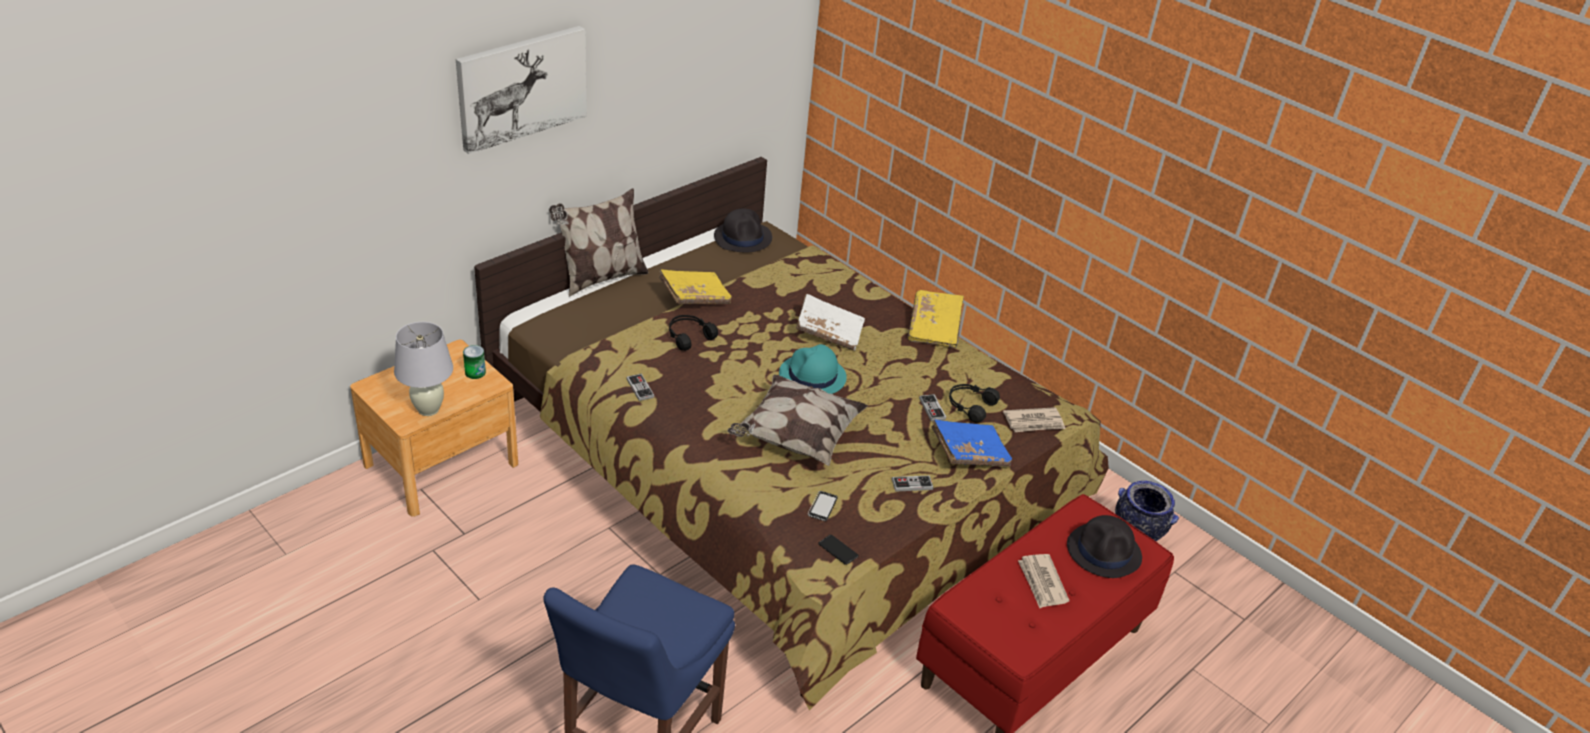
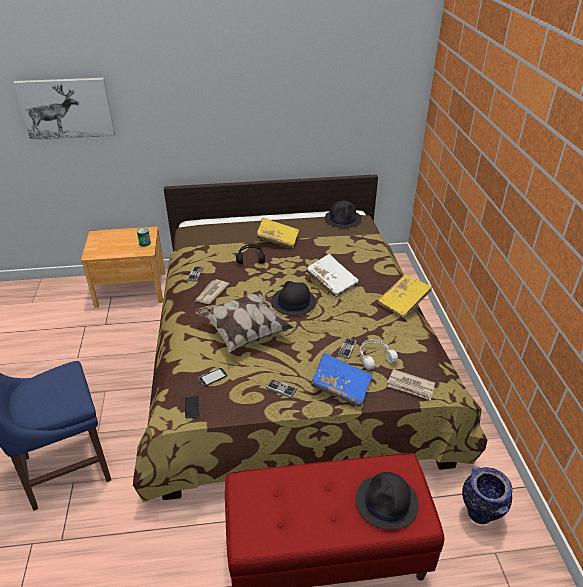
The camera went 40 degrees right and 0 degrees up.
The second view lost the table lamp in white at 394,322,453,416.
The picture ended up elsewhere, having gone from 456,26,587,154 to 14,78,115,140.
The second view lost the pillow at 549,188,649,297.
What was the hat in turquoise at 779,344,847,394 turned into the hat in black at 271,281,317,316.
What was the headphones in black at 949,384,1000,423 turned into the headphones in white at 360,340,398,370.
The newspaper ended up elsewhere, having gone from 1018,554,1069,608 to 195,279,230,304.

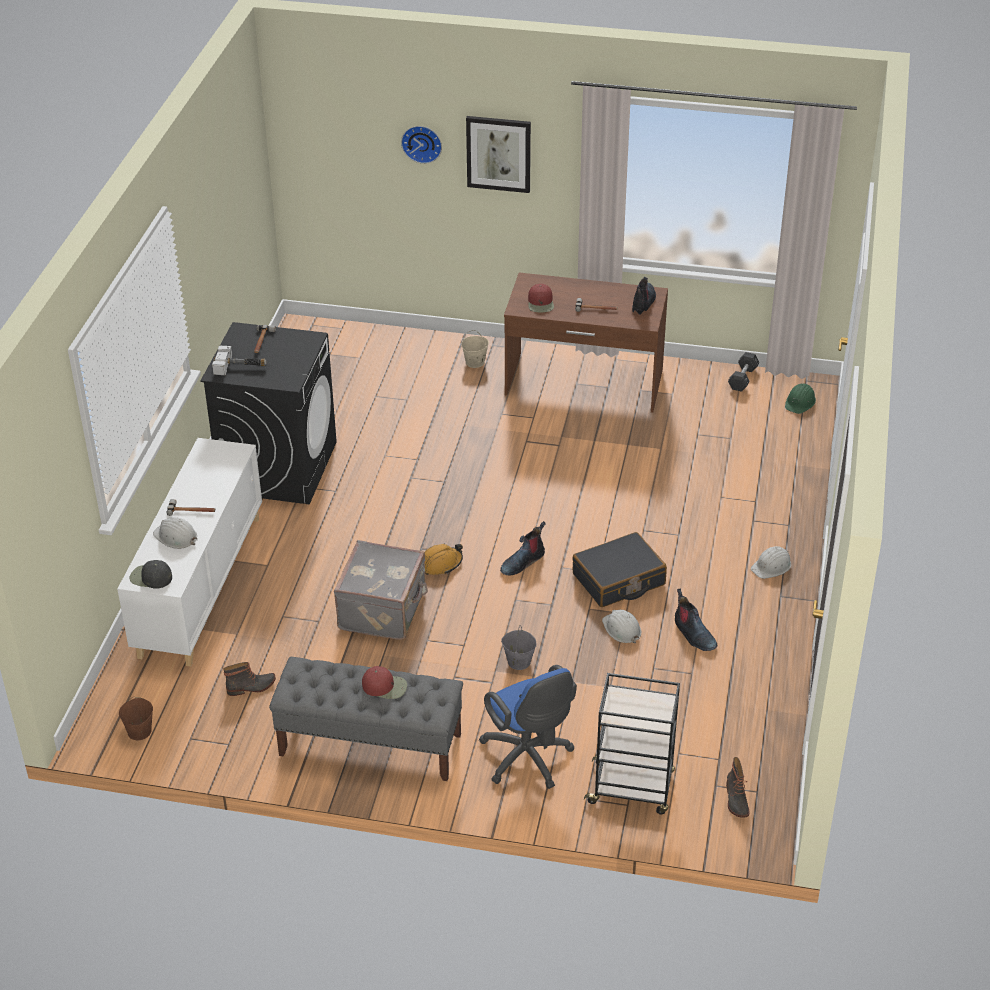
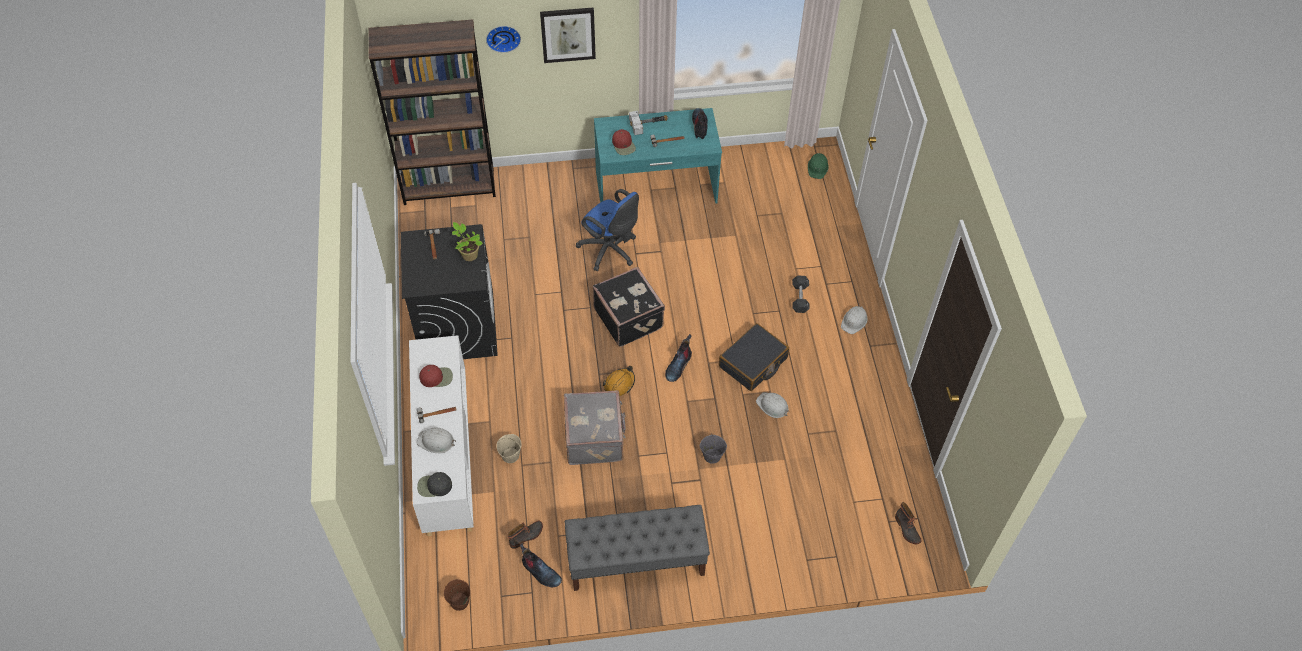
The camera went 20 degrees left and 15 degrees up.
The hammer ended up elsewhere, having gone from 212,346,267,375 to 629,111,668,135.
The cap in red ended up elsewhere, having gone from 362,666,407,699 to 419,365,453,387.
The bucket in beige ended up elsewhere, having gone from 461,330,489,368 to 497,434,522,463.
The office chair in blue ended up elsewhere, having gone from 479,665,577,789 to 576,189,639,271.
What was the desk in brown at 504,273,668,413 turned into the desk in turquoise at 594,108,722,204.
The second view lost the cart in black at 584,673,680,814.
The boot ended up elsewhere, having gone from 675,588,717,651 to 519,544,562,587.
The dumbbell in black ended up elsewhere, having gone from 728,352,759,392 to 792,275,809,313.
The second view gained the bookcase in brown at 368,19,496,205.
The second view gained the potted plant at 452,222,483,261.
The second view gained the suitcase in black at 593,267,665,347.

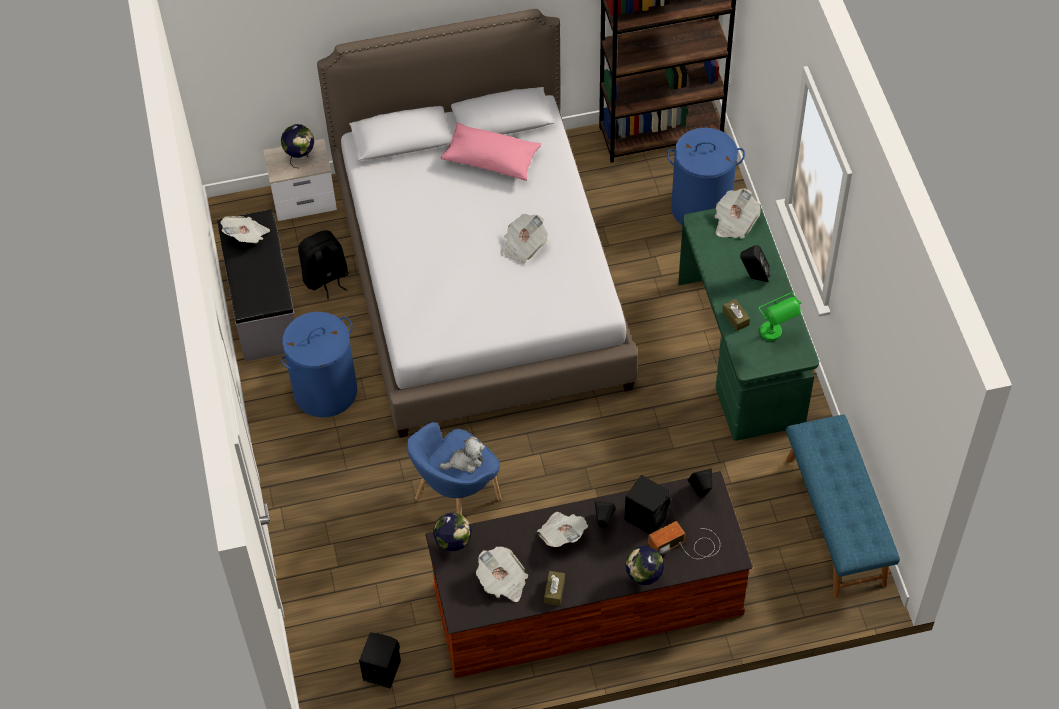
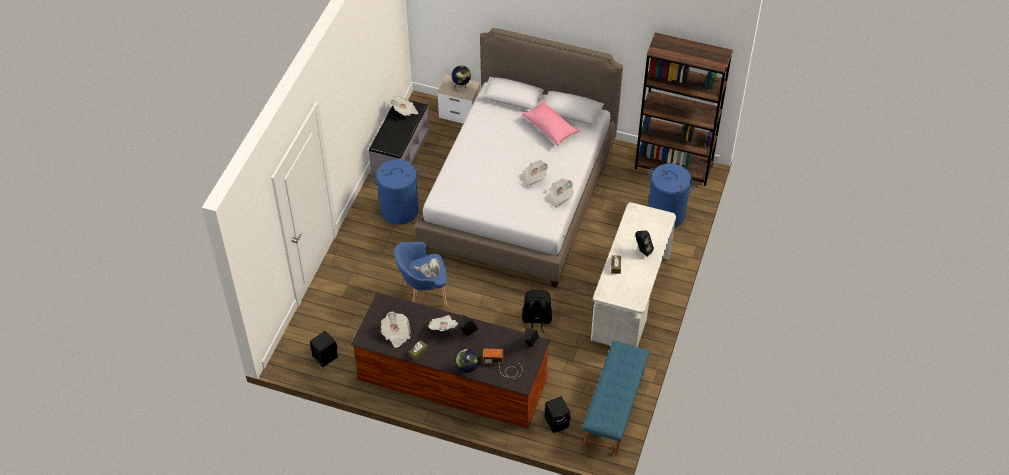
The camera went 30 degrees right and 5 degrees down.
The backpack in black ended up elsewhere, having gone from 298,230,348,299 to 522,290,552,333.
The second view lost the globe at 433,513,472,561.
The speaker in black ended up elsewhere, having gone from 625,475,671,535 to 545,396,570,433.
What was the desk in green at 678,205,819,441 turned into the desk in white at 591,202,676,347.
The newspaper ended up elsewhere, having gone from 715,189,761,239 to 544,178,574,207.
The second view lost the table lamp in green at 758,293,801,341.

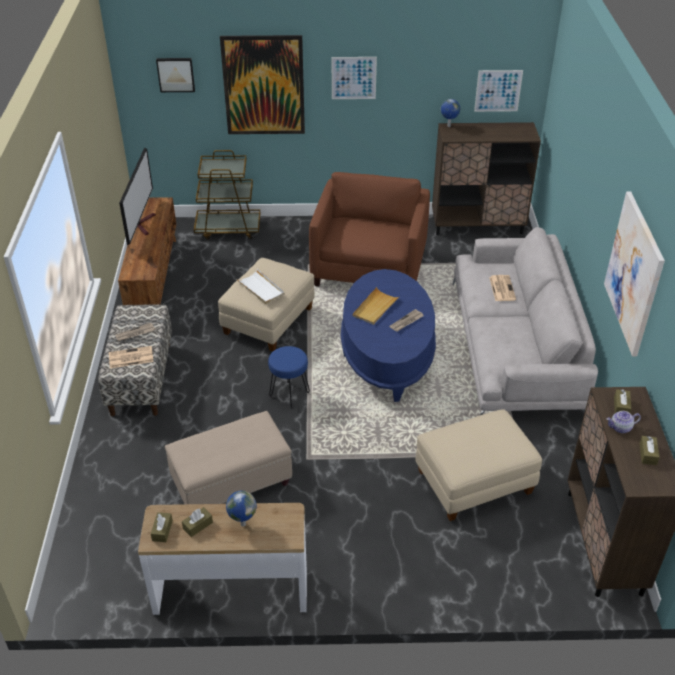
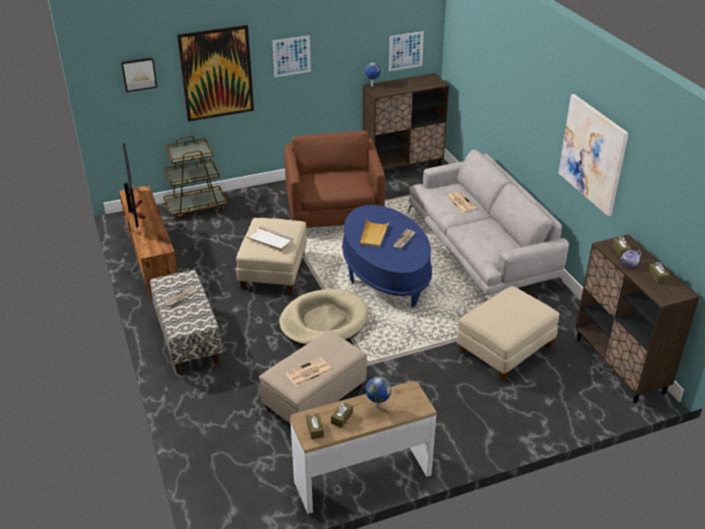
The camera went 20 degrees left and 5 degrees down.
The newspaper ended up elsewhere, having gone from 109,346,154,368 to 285,357,332,387.
Where the stool in blue stood at 268,346,310,409, the dog bed in beige came to stand at 279,289,368,346.

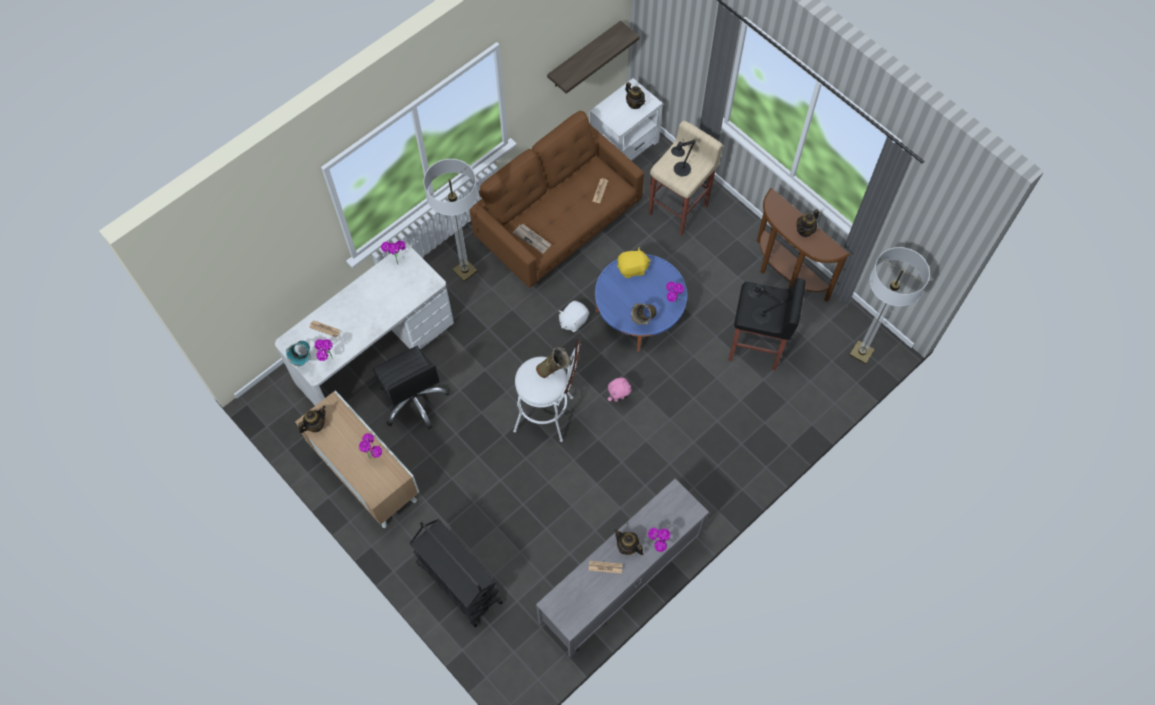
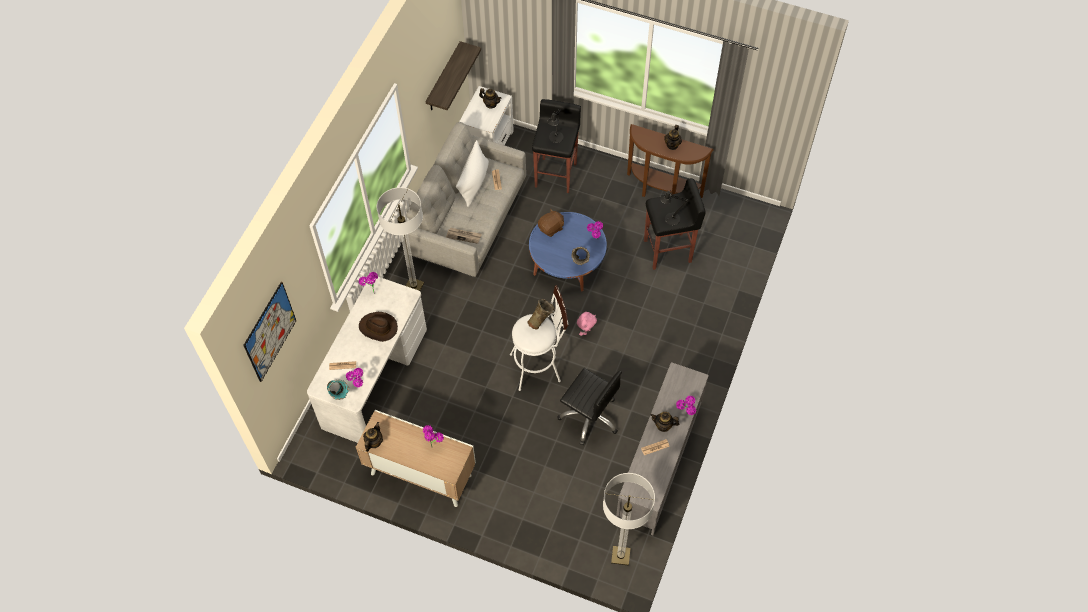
The camera went 25 degrees left and 5 degrees down.
The office chair in black ended up elsewhere, having gone from 372,346,450,429 to 558,368,622,445.
The second view lost the cart in black at 409,519,503,627.
What was the sofa in brown at 470,111,644,288 turned into the sofa in grey at 406,122,526,277.
The second view lost the plush toy in white at 559,301,589,332.
What was the plush toy in yellow at 617,248,651,278 turned into the plush toy in brown at 538,209,564,237.
What was the stool in beige at 649,121,723,236 turned into the stool in black at 532,99,581,193.
The floor lamp ended up elsewhere, having gone from 850,247,930,364 to 603,473,655,566.
The second view gained the picture at 243,282,296,382.
The second view gained the hat in brown at 359,312,398,342.
The second view gained the pillow in white at 456,140,489,207.

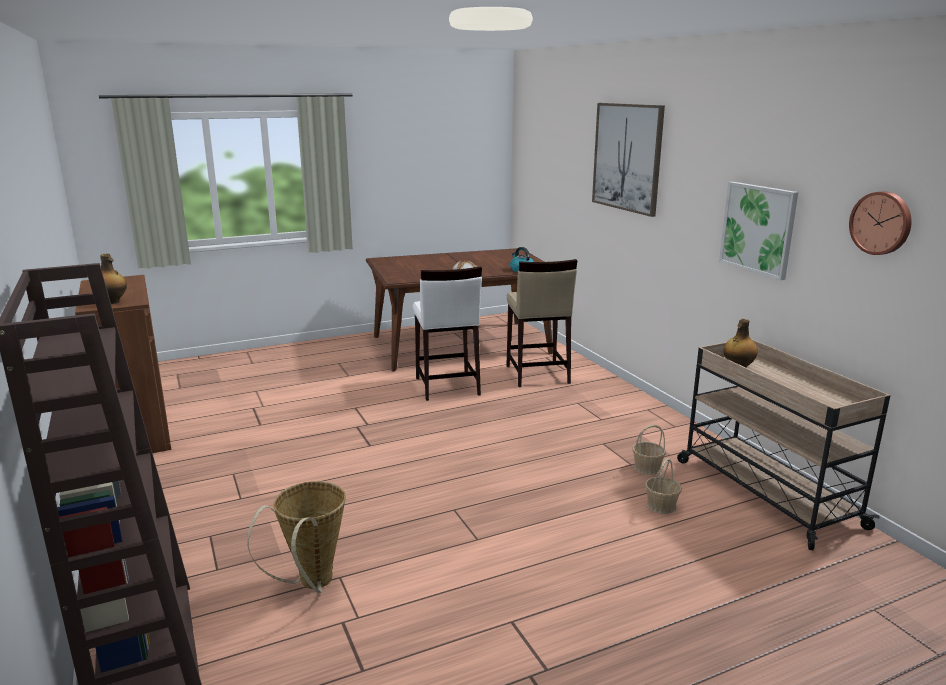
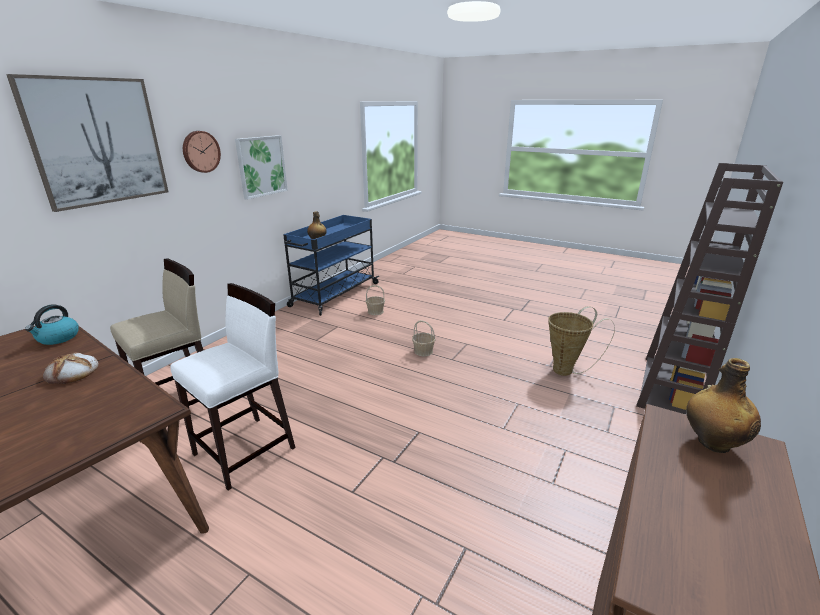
The camera went 125 degrees left and 5 degrees up.
The basket ended up elsewhere, having gone from 633,425,666,475 to 412,320,435,356.
What was the cart in beige at 677,338,890,550 turned into the cart in blue at 283,215,379,316.
The wall clock ended up elsewhere, having gone from 849,191,912,255 to 183,131,221,173.

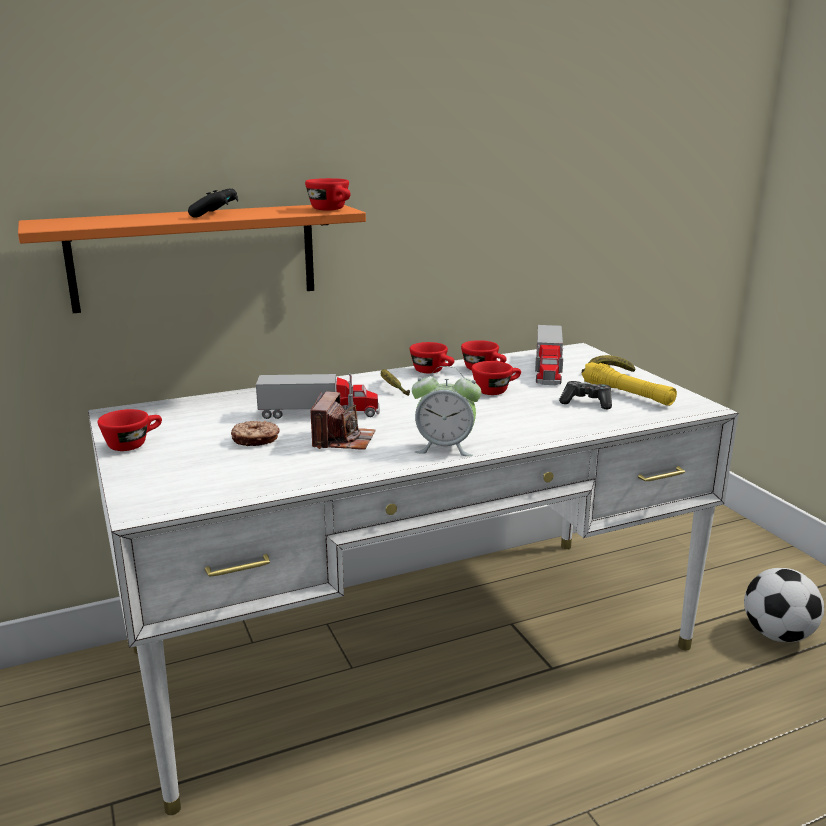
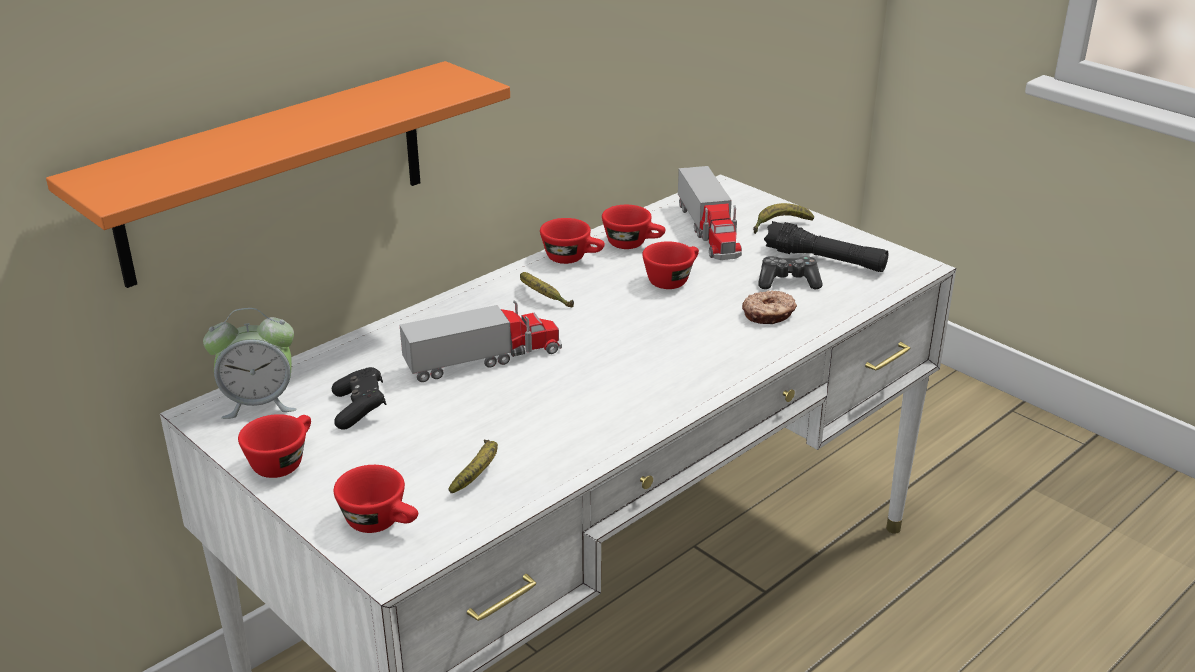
The camera went 20 degrees left and 10 degrees up.
The game controller in black ended up elsewhere, having gone from 188,188,238,218 to 332,367,387,429.
The donut ended up elsewhere, having gone from 231,421,280,446 to 742,290,797,324.
The cup in red ended up elsewhere, having gone from 305,178,351,210 to 334,465,418,533.
The second view lost the photo camera at 311,392,375,450.
The alarm clock ended up elsewhere, having gone from 412,366,481,456 to 203,308,296,419.
What was the flashlight in yellow at 582,362,677,406 turned into the flashlight in black at 764,221,888,272.
The second view lost the football at 744,568,824,642.
The second view gained the banana at 449,440,498,493.

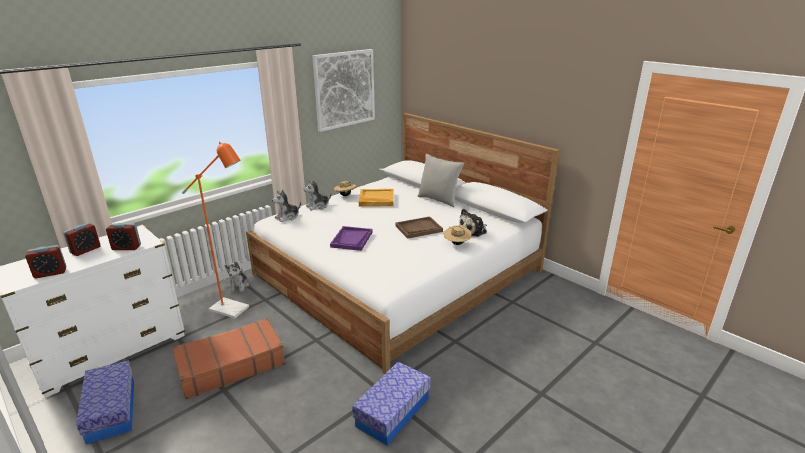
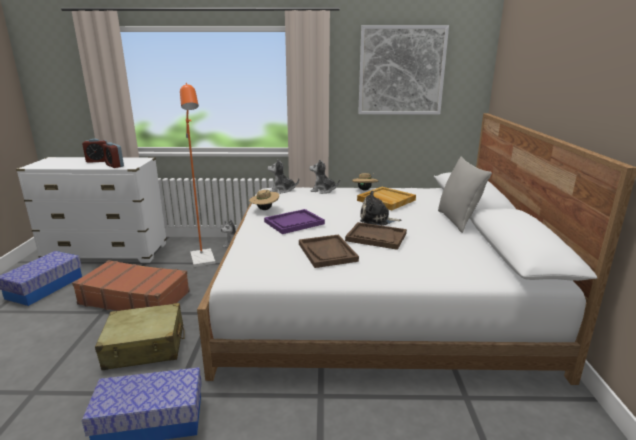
The camera went 45 degrees right and 5 degrees down.
The second view lost the alarm clock at 25,245,66,278.
The hat in beige ended up elsewhere, having gone from 444,226,472,245 to 249,188,279,210.
The plush toy ended up elsewhere, having gone from 459,209,487,237 to 360,191,401,225.
The second view gained the suitcase in beige at 95,303,185,370.
The second view gained the tray in brown at 299,234,359,268.

